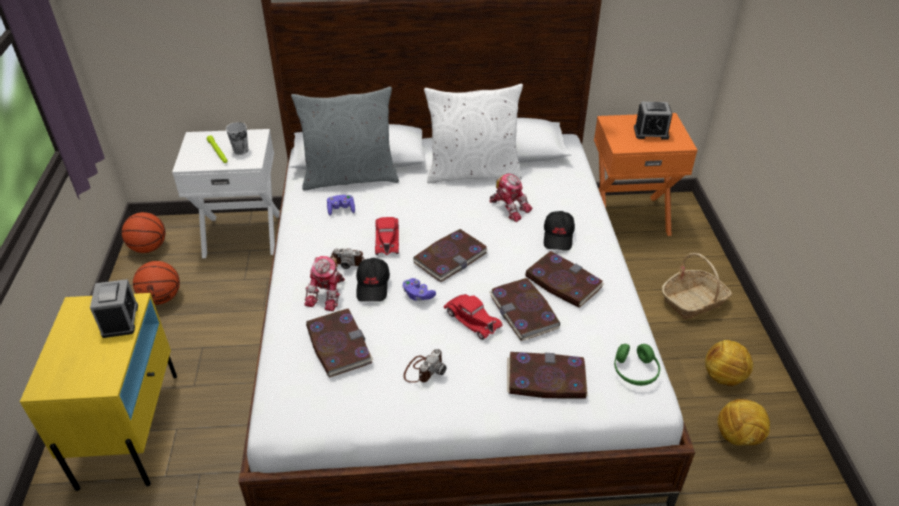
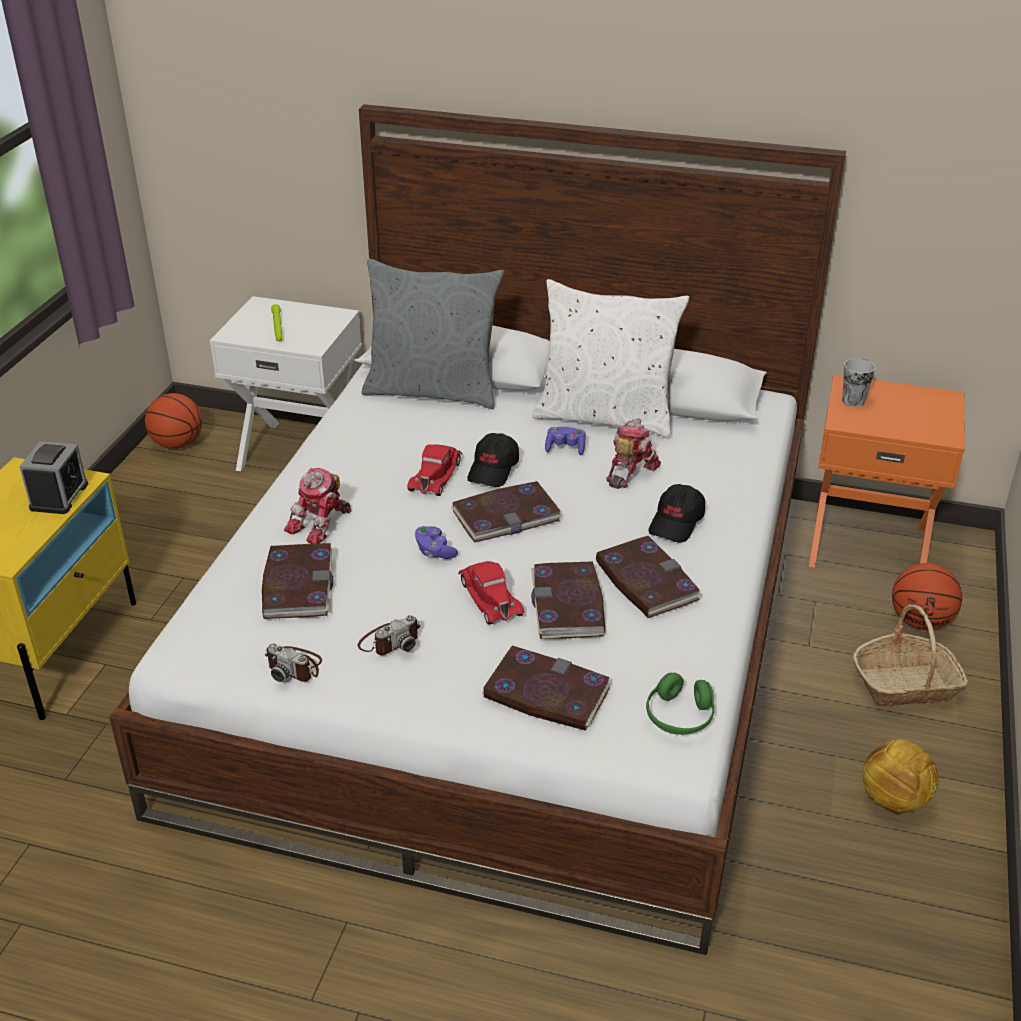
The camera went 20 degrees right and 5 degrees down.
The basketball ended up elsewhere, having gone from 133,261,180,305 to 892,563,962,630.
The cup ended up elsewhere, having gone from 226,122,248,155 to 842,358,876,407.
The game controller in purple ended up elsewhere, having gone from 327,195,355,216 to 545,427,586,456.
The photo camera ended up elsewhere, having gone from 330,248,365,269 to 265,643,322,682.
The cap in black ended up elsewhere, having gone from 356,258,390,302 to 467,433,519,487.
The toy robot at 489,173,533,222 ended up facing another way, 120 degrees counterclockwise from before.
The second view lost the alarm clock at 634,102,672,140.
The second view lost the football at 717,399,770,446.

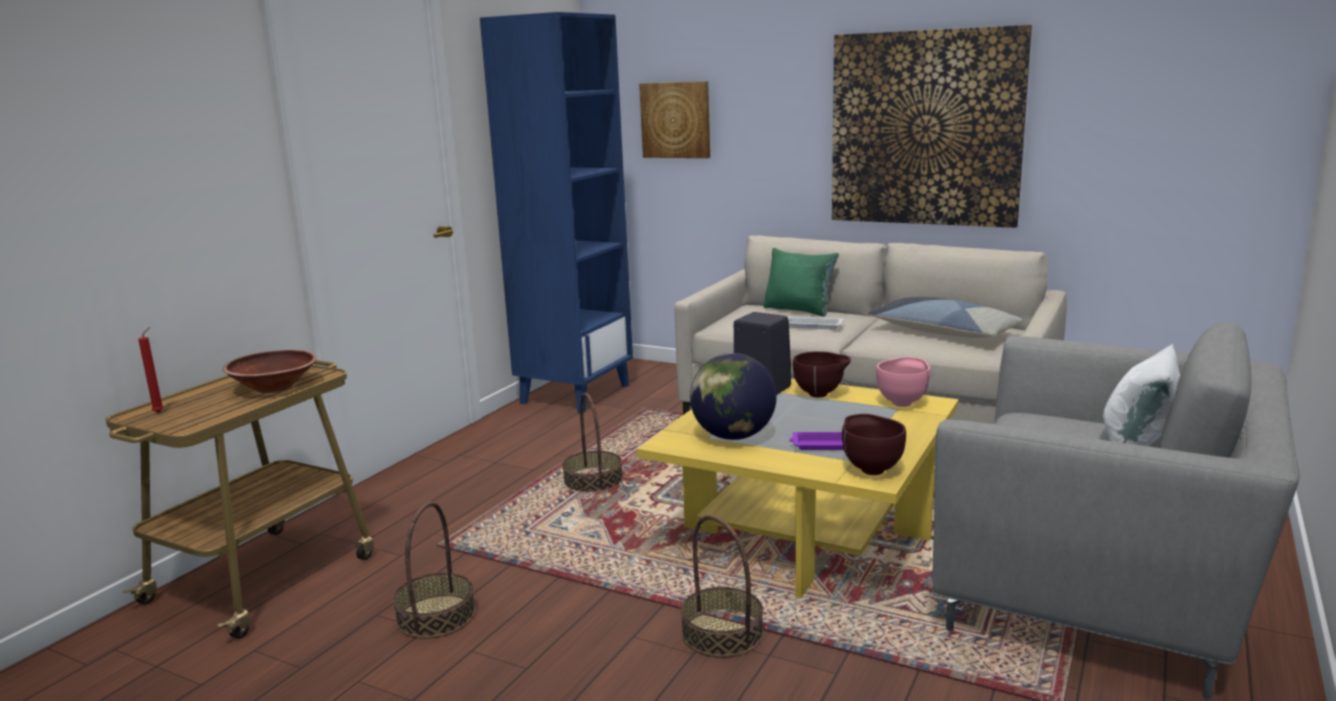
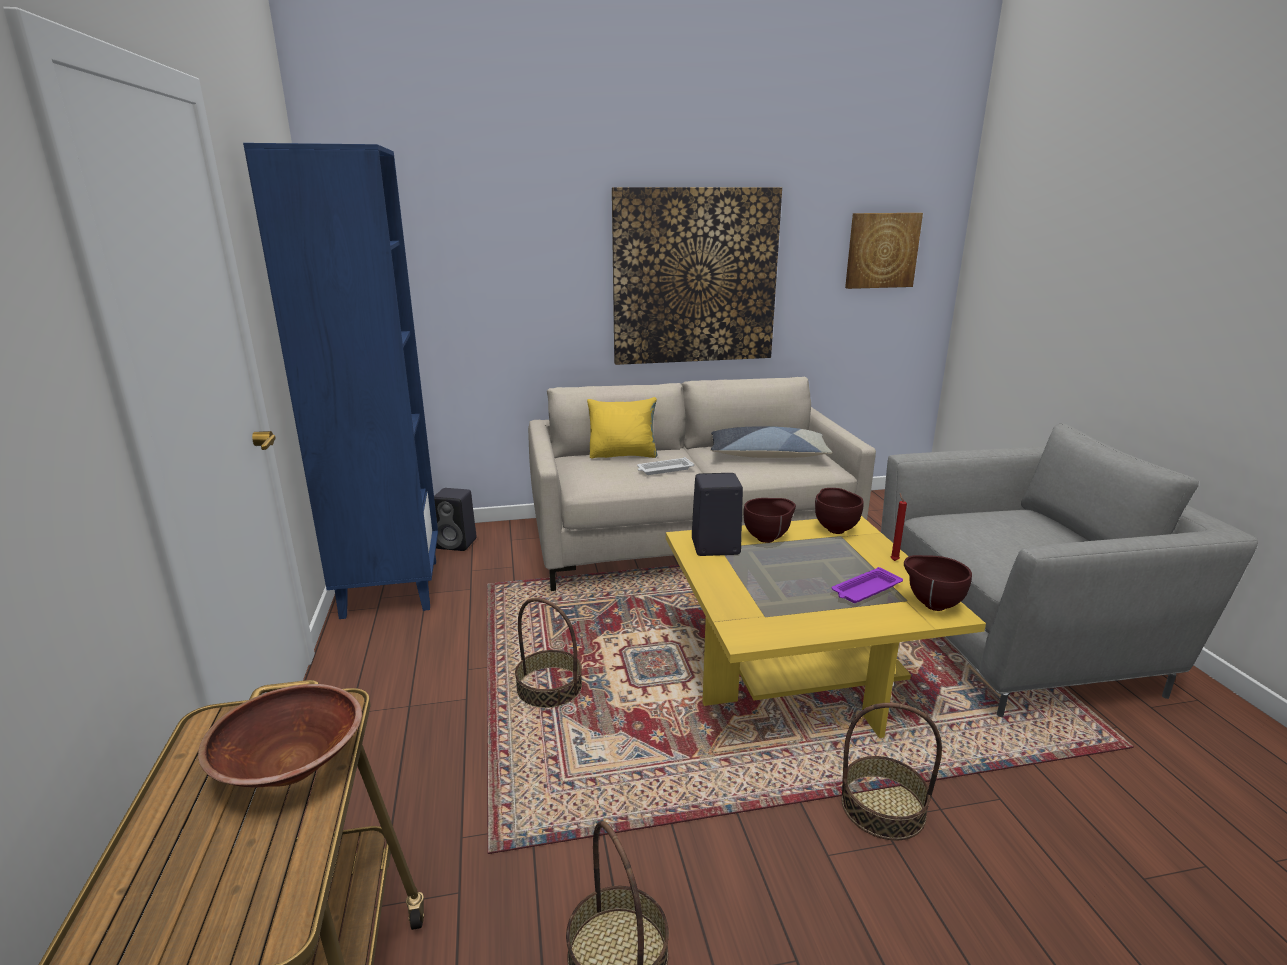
The camera went 40 degrees left and 5 degrees up.
The candle in red ended up elsewhere, having gone from 138,327,164,413 to 891,493,907,561.
The picture ended up elsewhere, having gone from 639,81,710,158 to 845,213,923,289.
The second view lost the globe at 690,353,777,440.
What was the pillow in green at 763,248,839,317 turned into the pillow in yellow at 587,397,657,459.
What was the bowl in pink at 876,357,931,407 turned into the bowl in brown at 815,488,864,534.
The second view lost the pillow in white at 1103,344,1180,446.
The second view gained the speaker in black at 434,488,477,551.

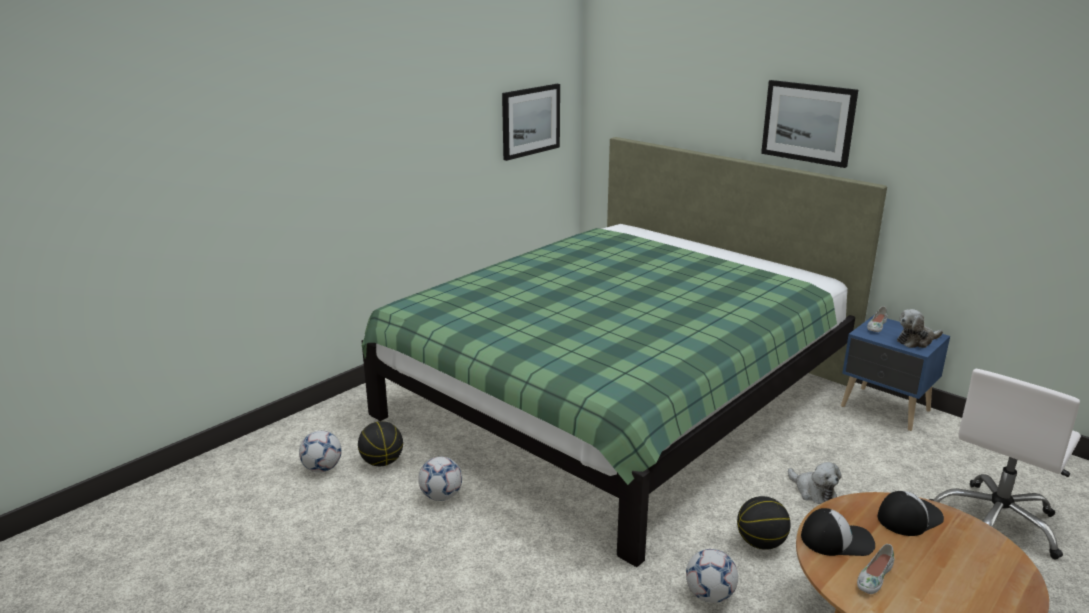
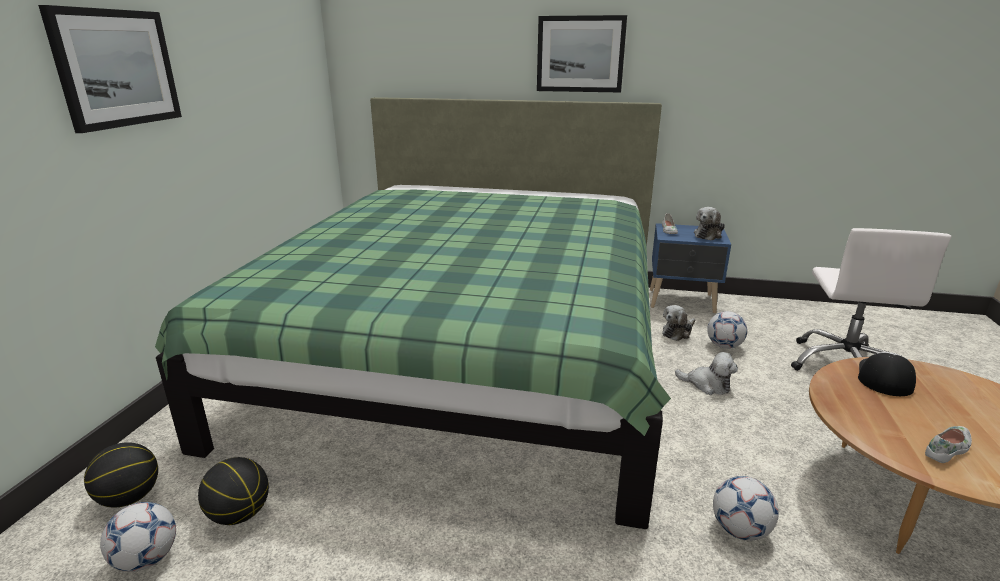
The camera went 30 degrees left and 0 degrees up.
The football ended up elsewhere, having gone from 418,457,462,501 to 707,311,748,349.
The picture ended up elsewhere, having gone from 502,84,560,161 to 38,5,182,133.
The basketball ended up elsewhere, having gone from 737,496,791,550 to 84,442,158,508.
The second view lost the cap at 801,508,875,556.
The shoe in white at 857,544,894,594 ended up facing another way, 135 degrees counterclockwise from before.
The second view gained the plush toy at 662,305,695,341.

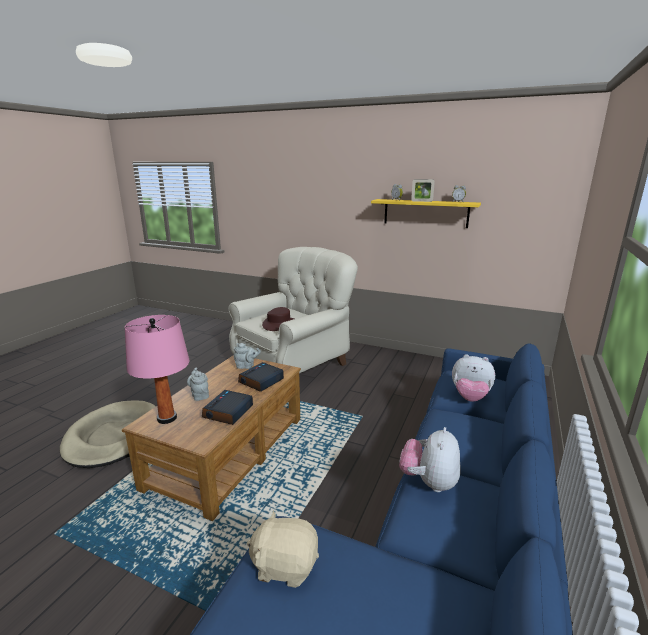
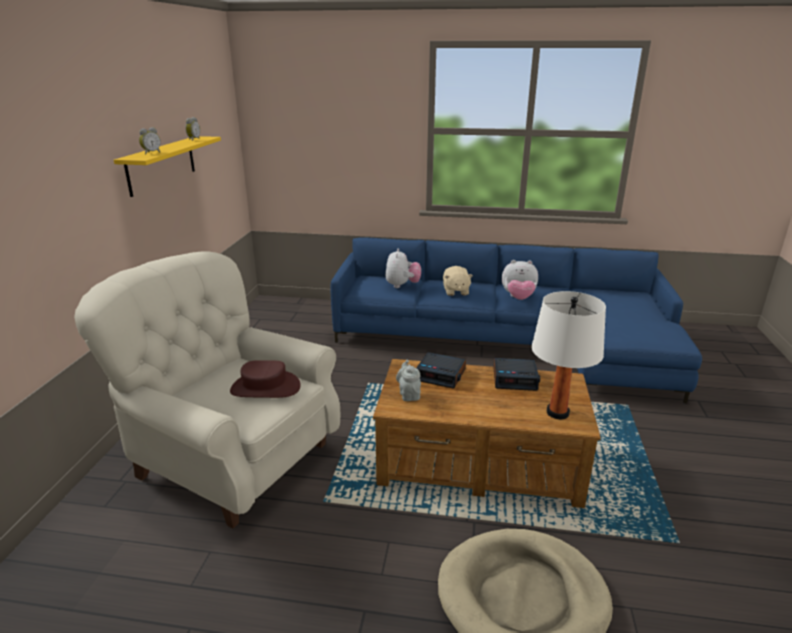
The camera went 105 degrees left and 5 degrees up.
What was the table lamp in pink at 125,315,190,424 turned into the table lamp in white at 531,291,606,419.
The second view lost the teapot in grey at 187,368,209,401.
The plush toy in beige ended up elsewhere, having gone from 247,510,319,588 to 443,266,473,296.
The second view lost the picture frame at 411,179,435,202.

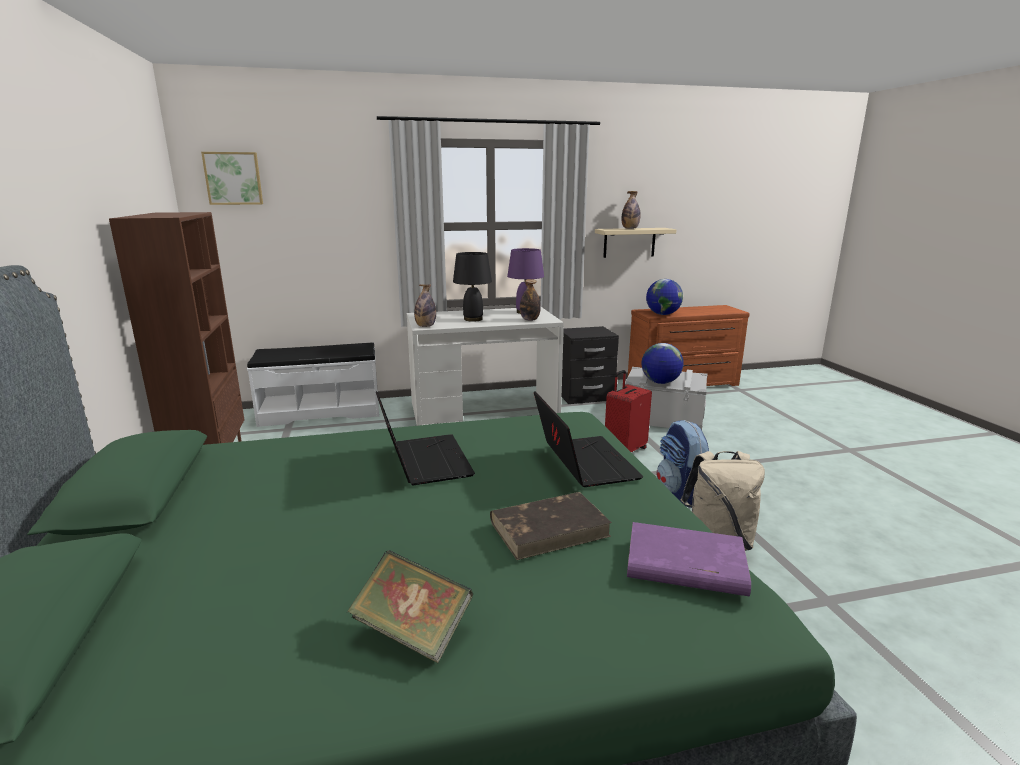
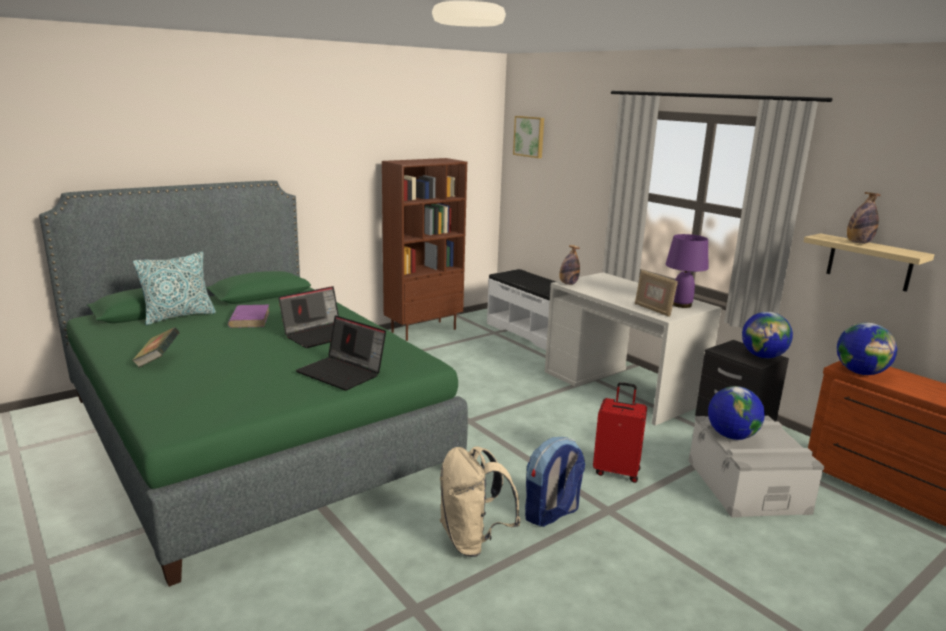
The camera went 65 degrees right and 0 degrees up.
The second view lost the table lamp in black at 453,252,492,322.
The second view lost the book in brown at 490,492,612,560.
Where the bottle stood at 520,279,541,321, the picture frame came to stand at 635,270,678,317.
The laptop at 534,391,643,487 ended up facing another way, 75 degrees clockwise from before.
The book in purple ended up elsewhere, having gone from 627,522,751,596 to 228,305,270,328.
The second view gained the pillow at 133,251,216,325.
The second view gained the globe at 742,312,793,358.

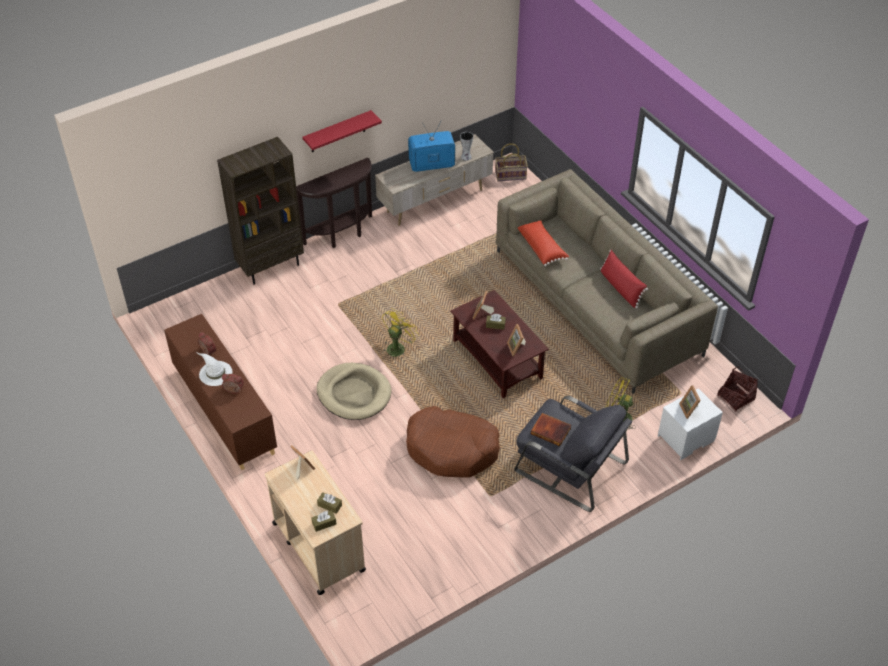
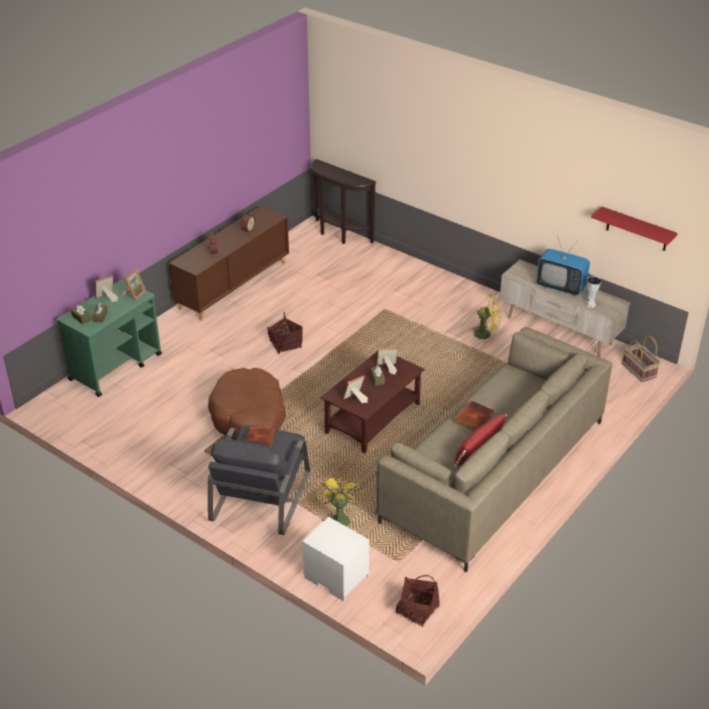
The camera went 70 degrees right and 10 degrees down.
The second view lost the hat in white at 197,353,232,386.
The second view lost the bookcase in brown at 217,137,304,285.
What was the cart in beige at 265,450,366,595 turned into the cart in green at 56,279,162,397.
The console table in brown ended up elsewhere, having gone from 296,158,372,248 to 311,159,376,244.
The shelf in red ended up elsewhere, having gone from 302,110,382,152 to 591,207,678,251.
Where the dog bed in beige stood at 317,363,392,420, the basket came to stand at 267,312,303,354.
The fan in yellow ended up elsewhere, having gone from 382,308,419,357 to 471,294,501,344.
The television at 408,121,455,172 ended up facing another way, 150 degrees clockwise from before.
The second view lost the pillow in red at 518,220,569,266.
The picture frame ended up elsewhere, having gone from 679,385,701,419 to 95,275,118,302.
The second view gained the book at 454,401,494,431.

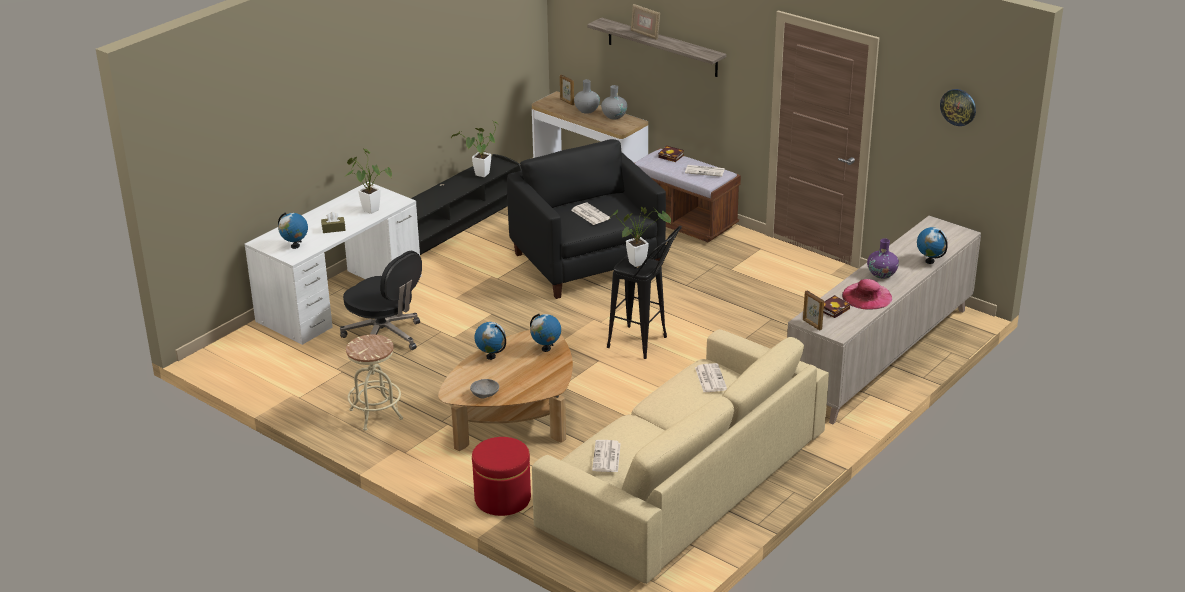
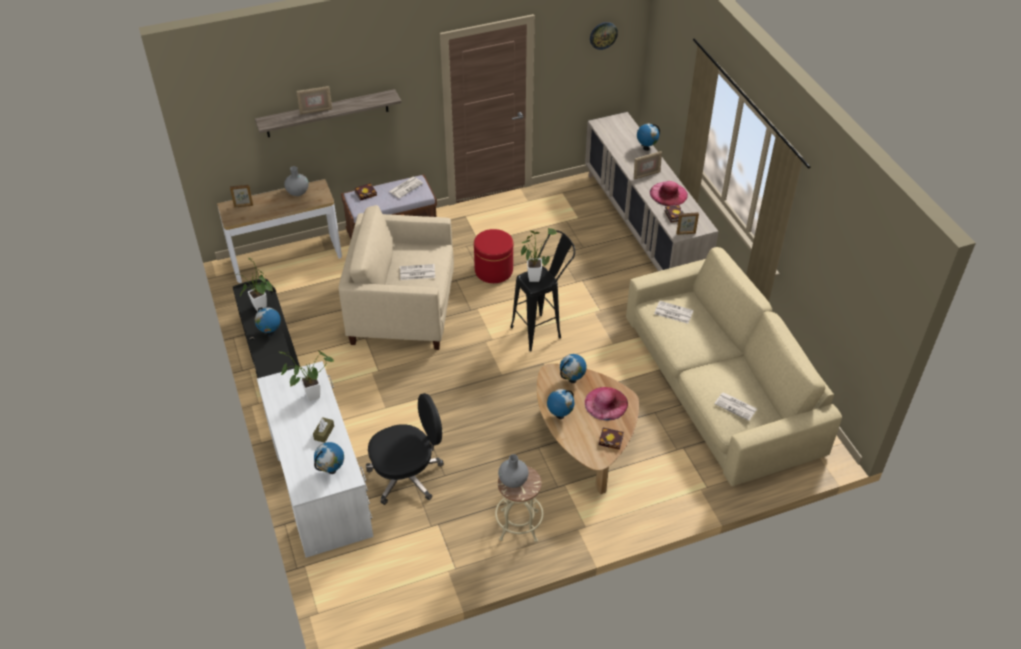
The camera went 60 degrees left and 15 degrees up.
Where the bowl in grey stood at 470,379,499,399, the book came to stand at 599,428,624,450.
The ottoman in red ended up elsewhere, having gone from 472,437,531,516 to 474,229,513,283.
What was the armchair in black at 507,139,666,299 turned into the armchair in beige at 339,205,454,350.
The vase in grey ended up elsewhere, having gone from 574,79,600,114 to 498,454,529,488.
Where the vase in purple stood at 867,238,899,279, the picture frame came to stand at 634,151,662,180.
The second view gained the globe at 255,307,281,336.
The second view gained the hat in pink at 585,387,628,421.

